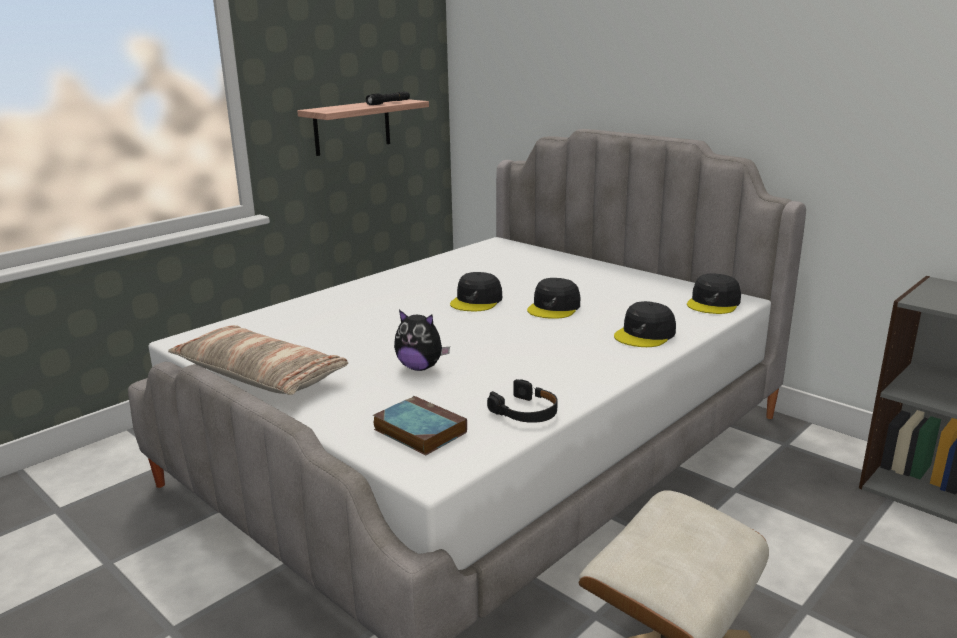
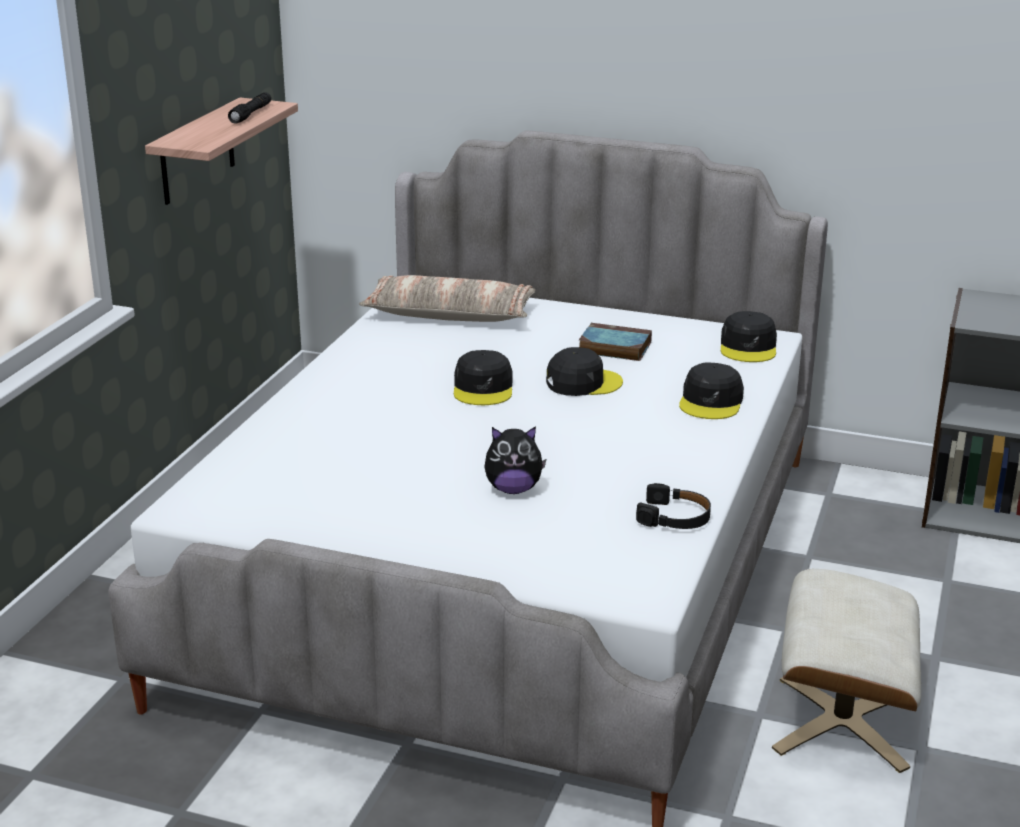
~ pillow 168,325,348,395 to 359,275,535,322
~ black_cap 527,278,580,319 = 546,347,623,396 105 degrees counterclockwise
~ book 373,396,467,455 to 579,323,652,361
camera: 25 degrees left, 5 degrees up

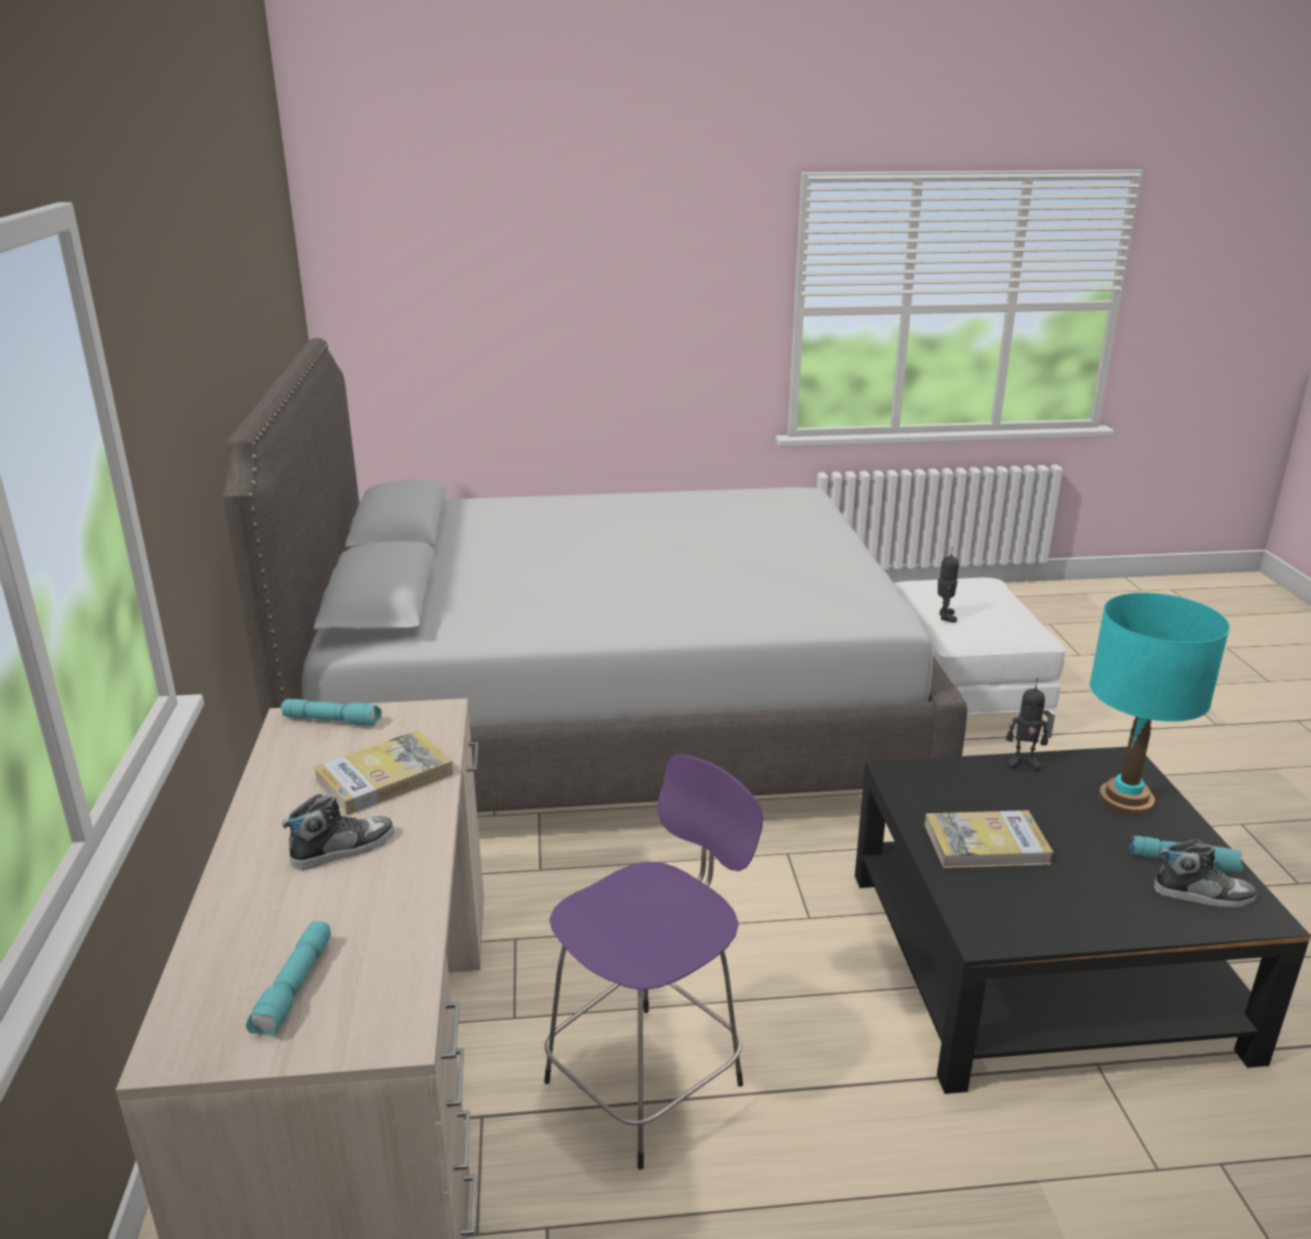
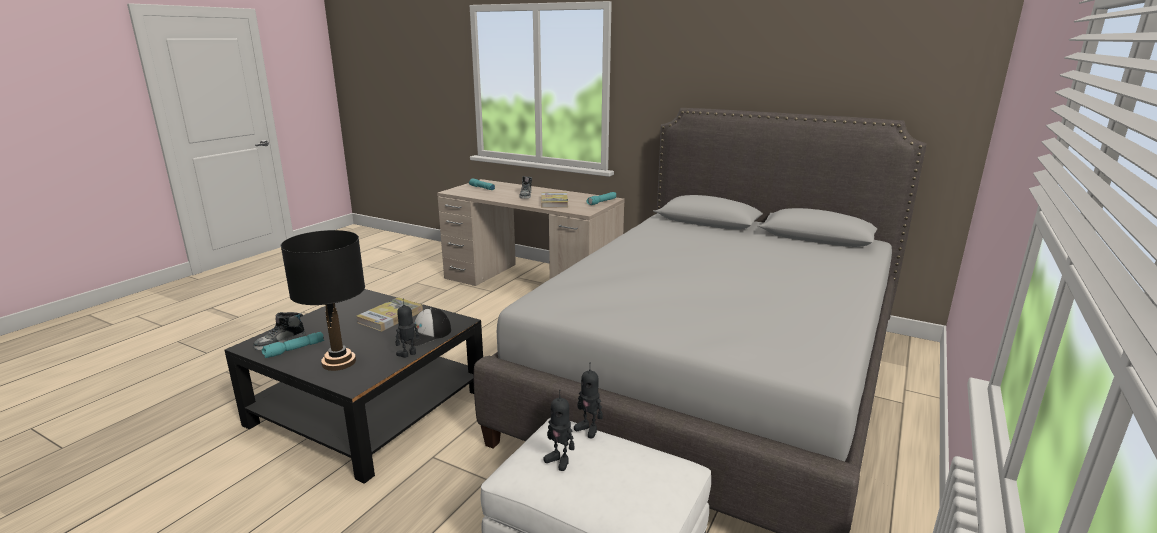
~ turquoise_table_lamp 1090,593,1230,816 to black_table_lamp 281,230,365,371
+ cap 398,307,451,346
+ toy_robot 544,389,575,471
- purple_stool 544,754,763,1170
camera: 125 degrees right, 5 degrees down

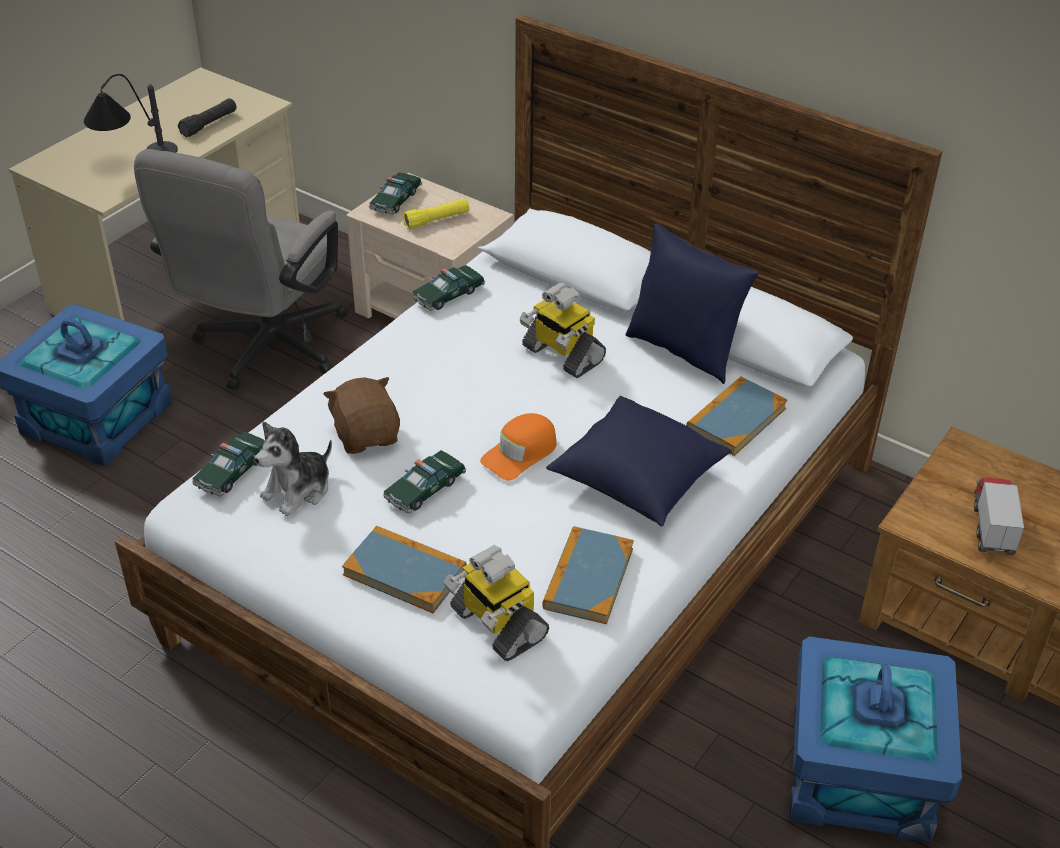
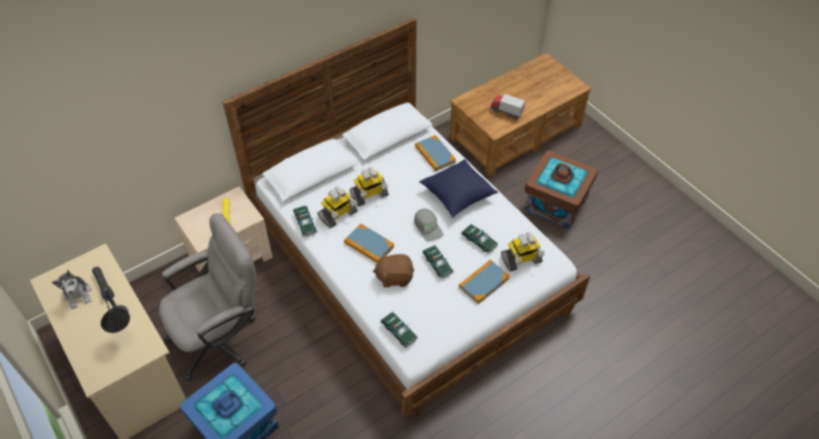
~ plush_toy 254,422,332,516 to 52,269,91,309
~ grey_office_chair 134,149,349,390 = 159,213,256,381 75 degrees counterclockwise
+ toy_robot 317,186,357,229
~ book 542,526,634,624 to 344,224,394,263
~ orange_cap 480,413,557,481 to grey_cap 414,208,443,242
~ toy_car 369,172,422,215 to 461,224,498,254
~ blue_storage_box 789,636,962,843 to brown_storage_box 524,150,598,229
- blue_pillow 626,224,759,384
camera: 70 degrees left, 10 degrees up

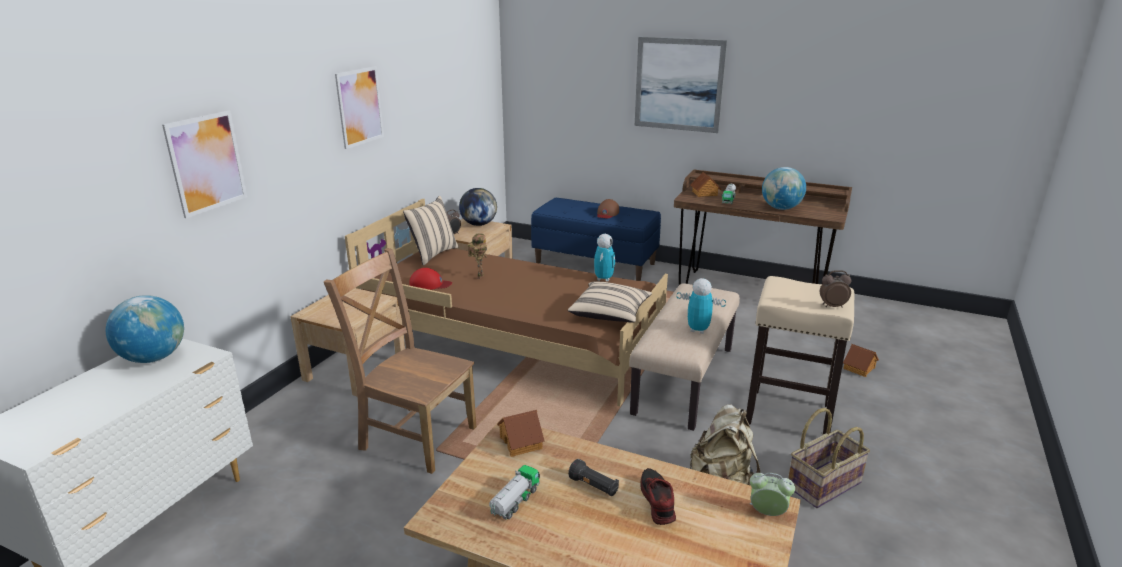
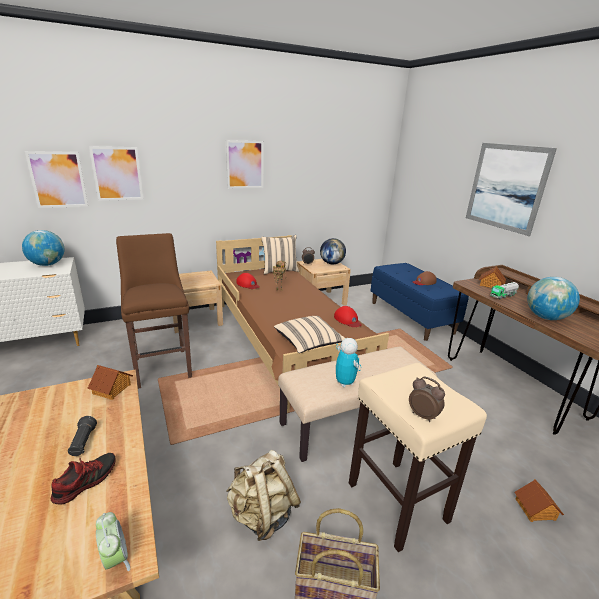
+ picture 25,151,88,208
~ brown_chair 324,248,477,474 to brown_stool 116,233,192,389
~ toy_robot 594,234,615,282 to red_cap 334,306,362,327
- toy_truck 489,465,540,520
camera: 40 degrees right, 0 degrees up

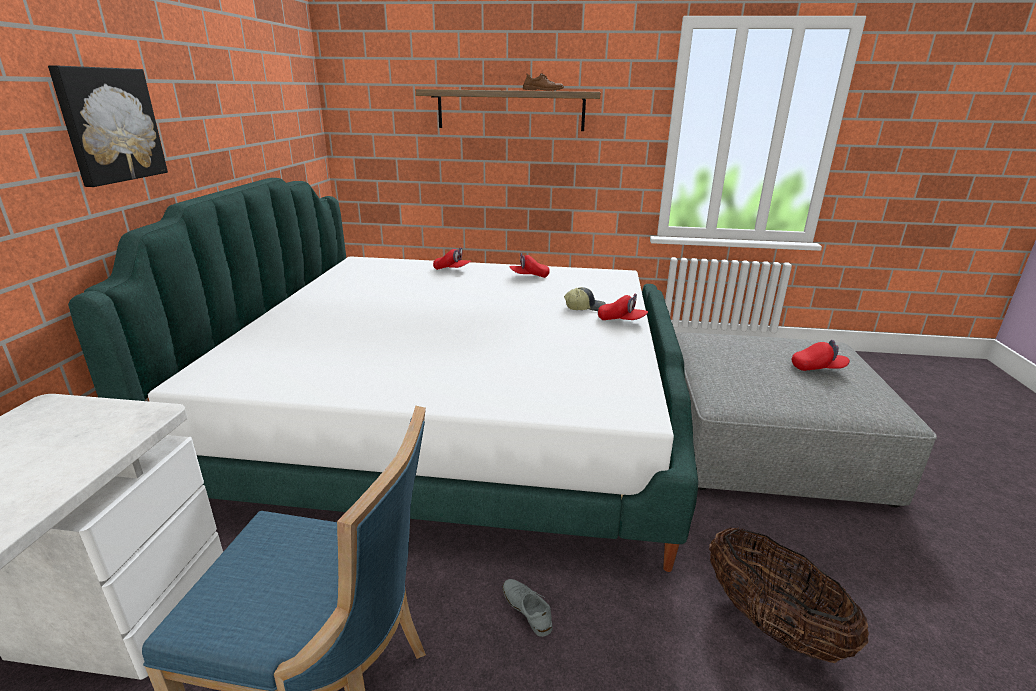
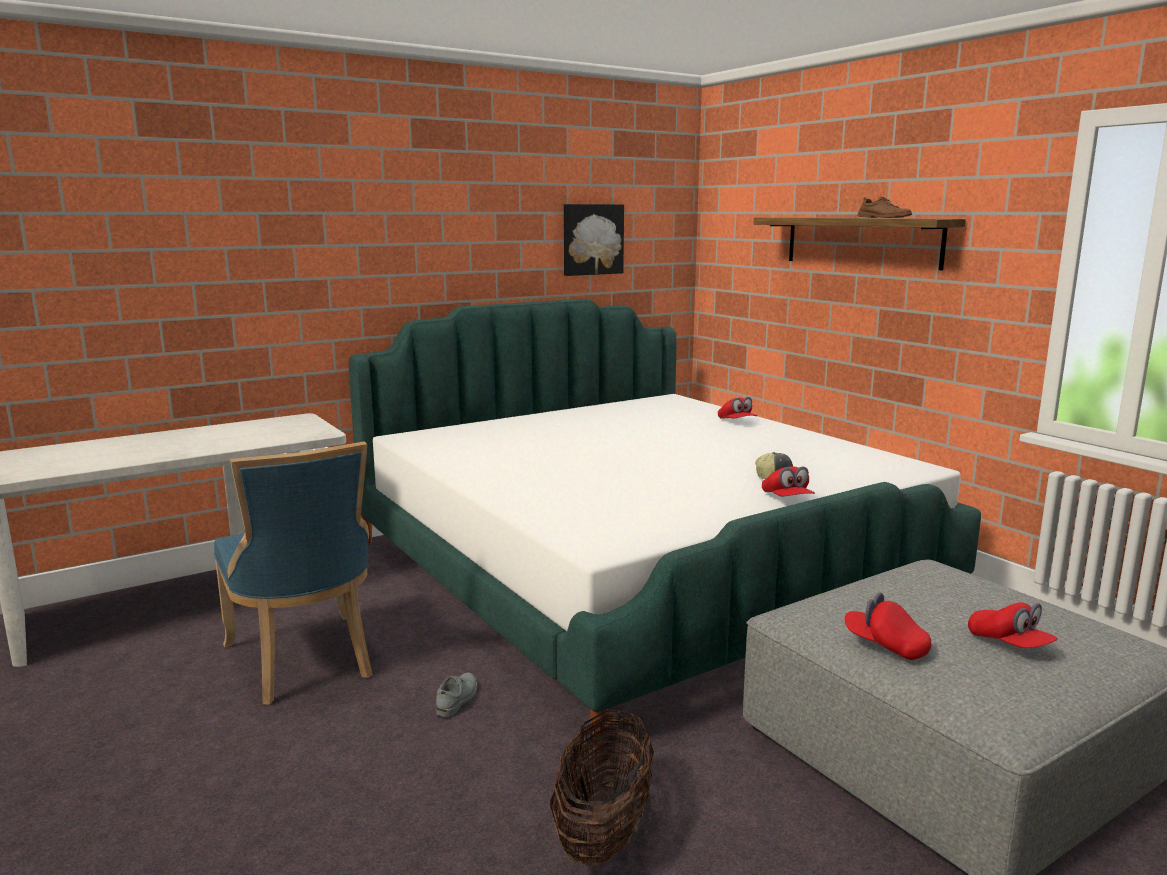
~ picture 48,66,168,187 to 564,204,624,276
~ red_cap 509,253,550,278 to 844,592,931,660
camera: 50 degrees right, 10 degrees down

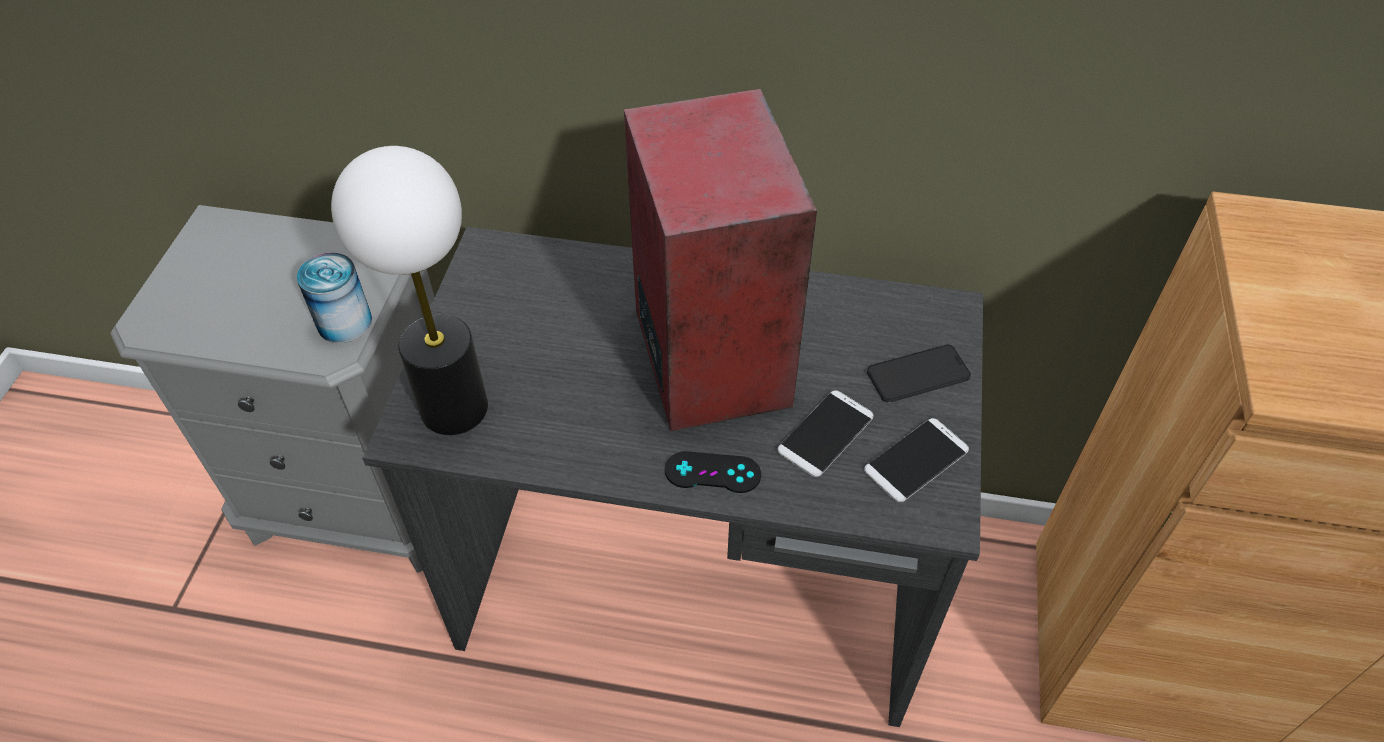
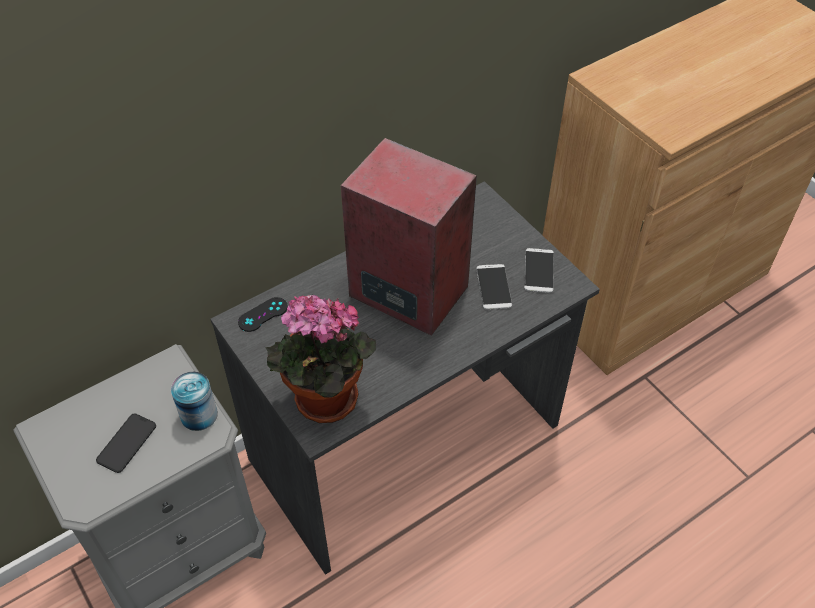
~ phone 867,344,971,403 to 96,413,156,473
~ black_game_controller 665,451,761,493 to 238,297,288,332
~ table_lamp 331,146,488,435 to potted_plant 265,295,376,423
camera: 45 degrees left, 0 degrees up

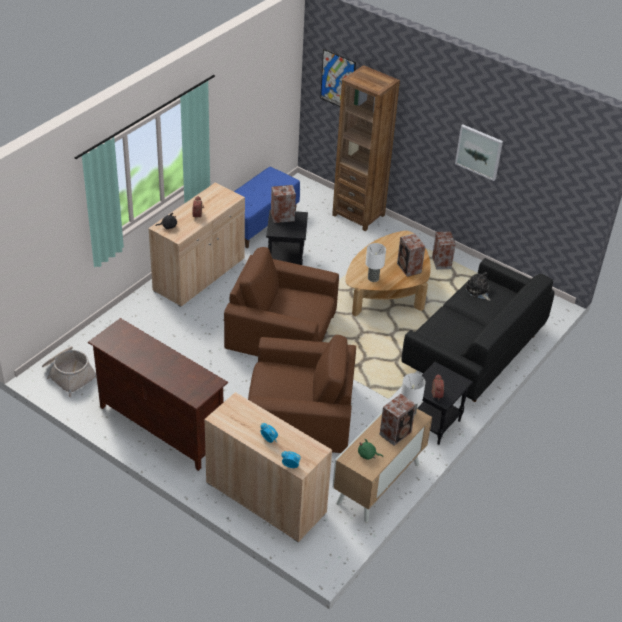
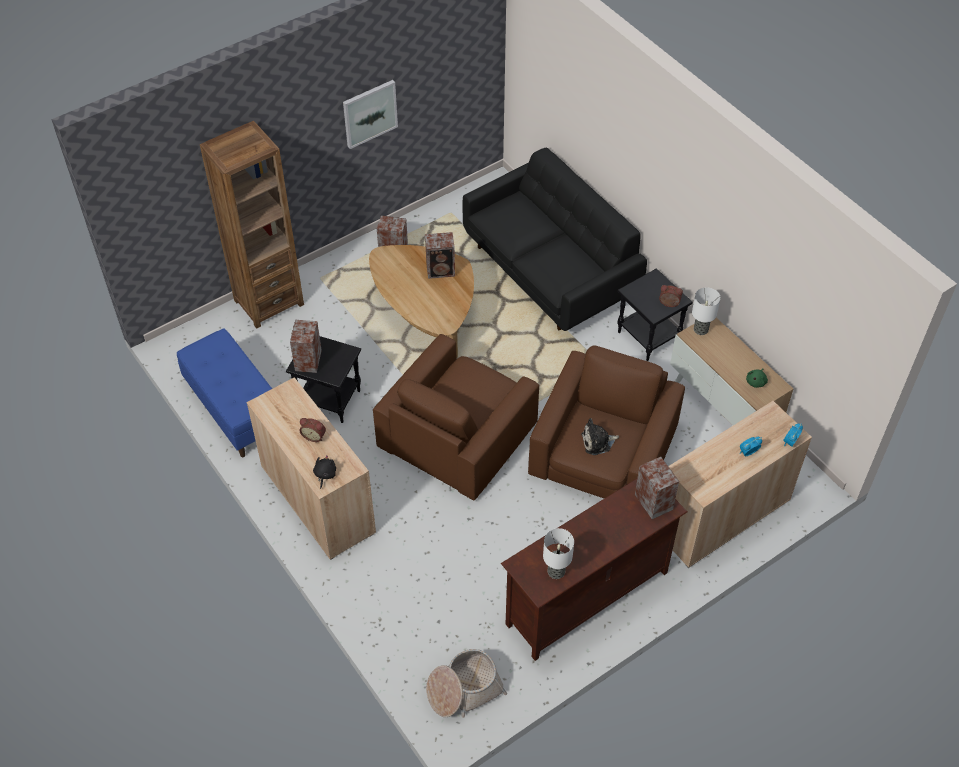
~ table_lamp 366,243,386,282 to 543,528,574,579
~ plush_toy 465,272,491,301 to 581,418,619,455
~ speaker 379,394,416,446 to 635,457,679,519
- picture 320,49,356,107
camera: 70 degrees left, 10 degrees up

